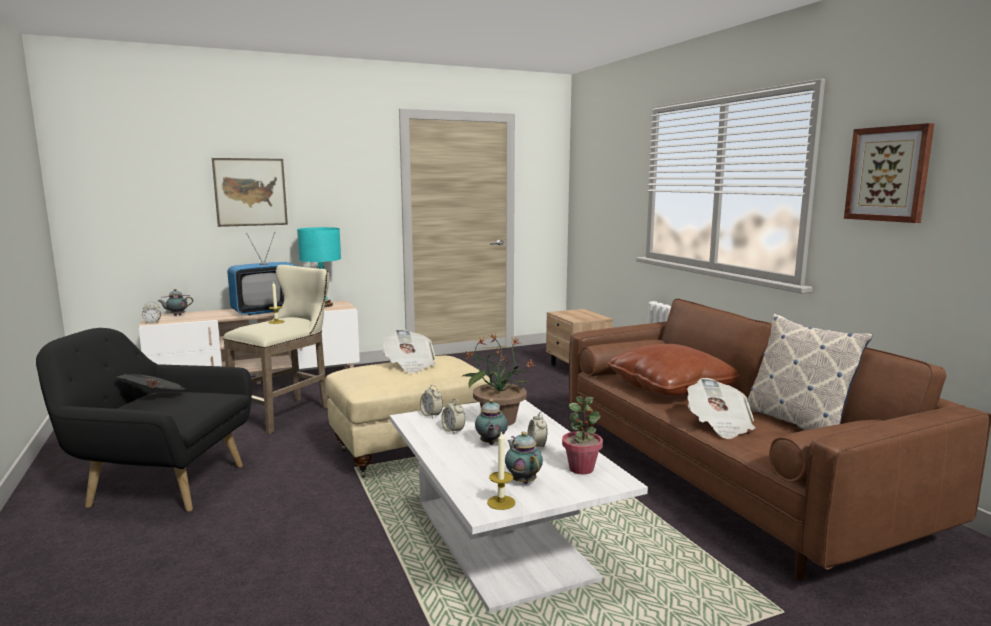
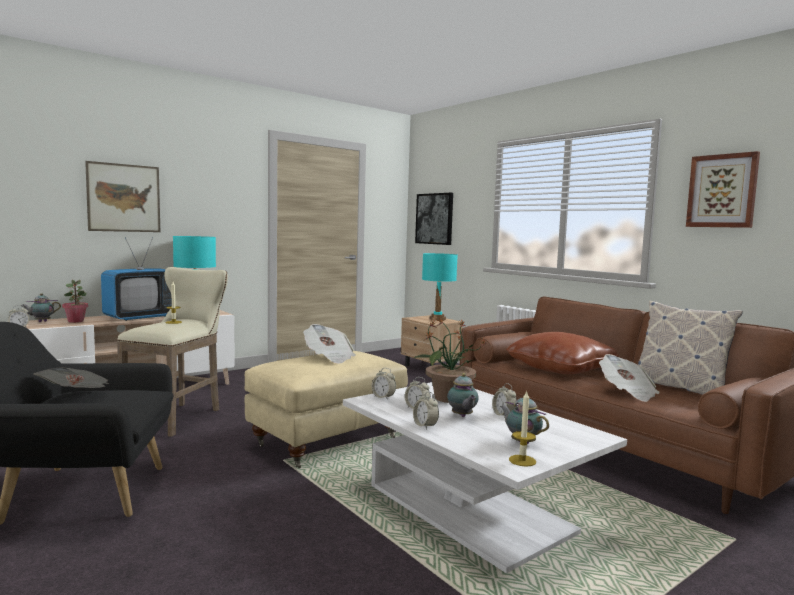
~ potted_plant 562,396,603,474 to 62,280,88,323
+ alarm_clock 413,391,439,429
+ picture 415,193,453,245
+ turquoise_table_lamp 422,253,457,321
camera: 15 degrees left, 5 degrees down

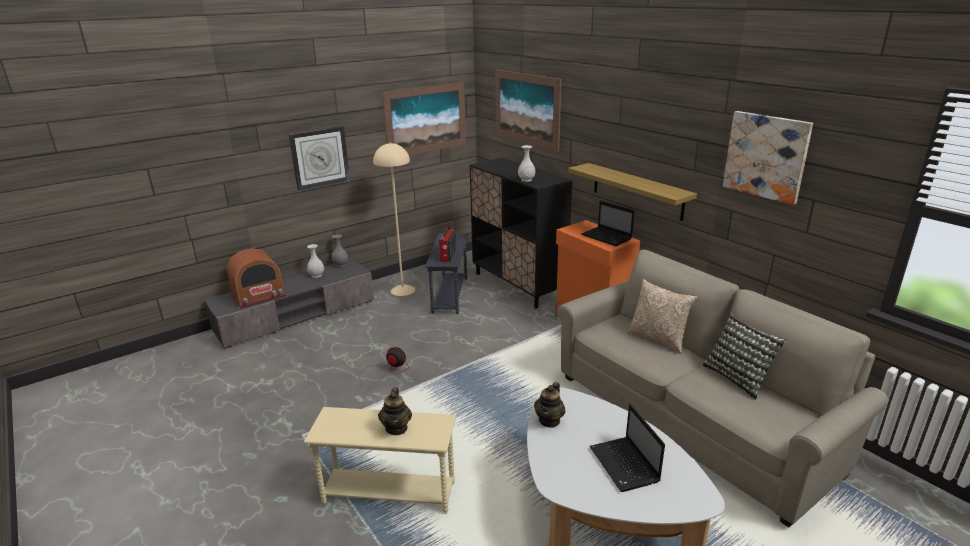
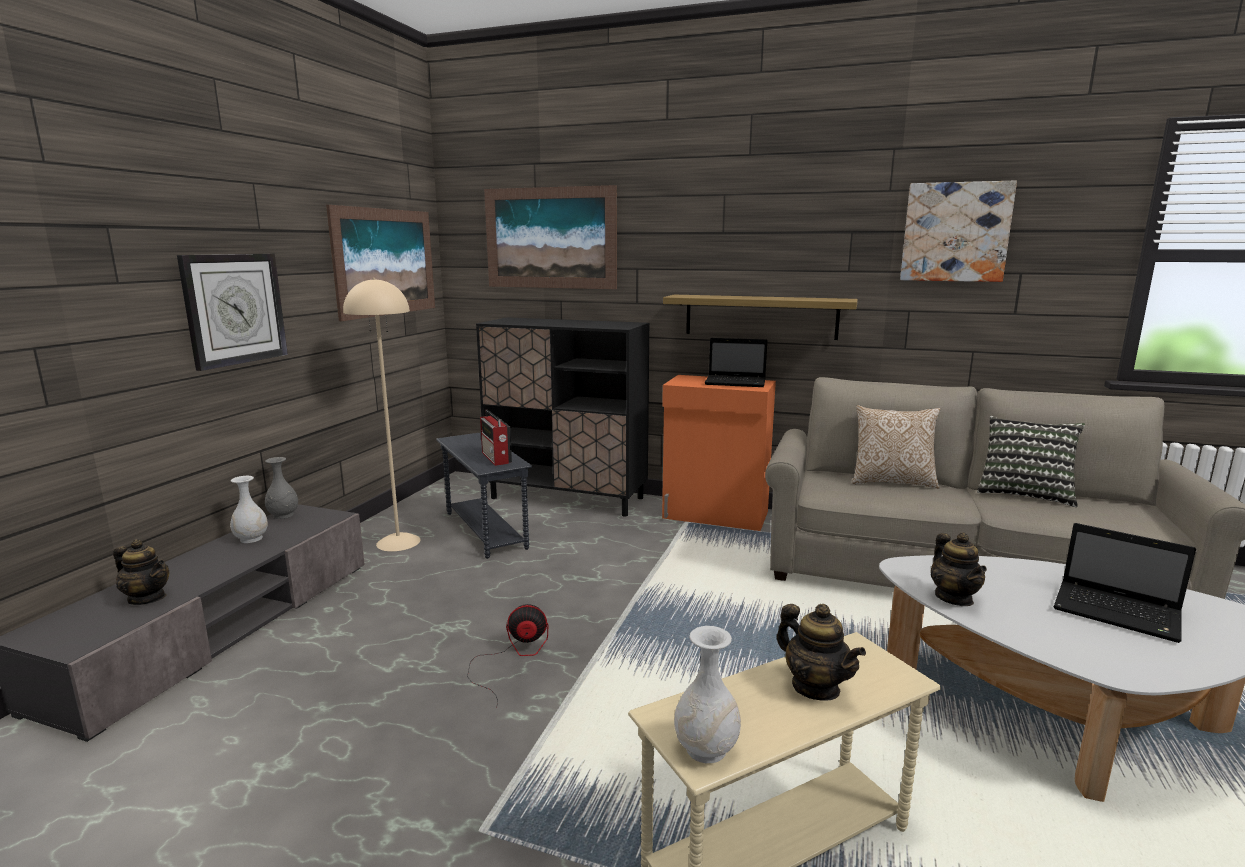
~ radio 227,249,286,309 to teapot 113,539,169,605
~ white_vase 518,145,535,182 to 674,626,741,764
camera: 35 degrees left, 10 degrees down

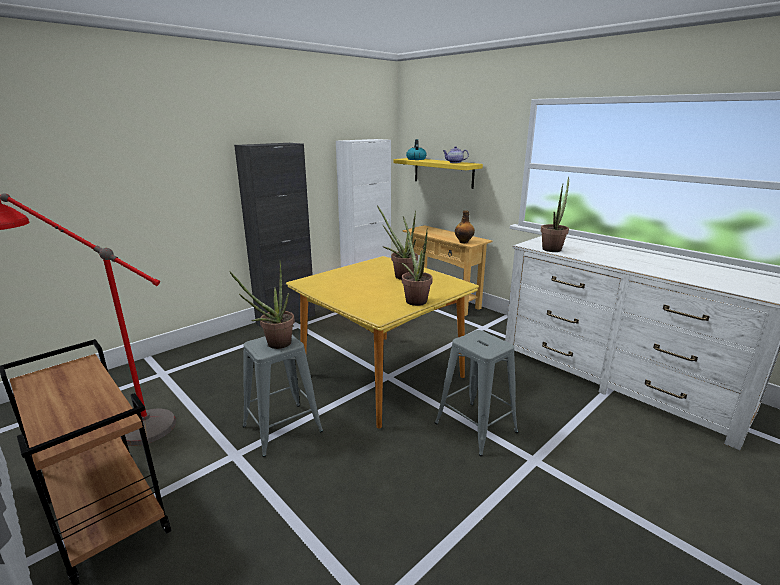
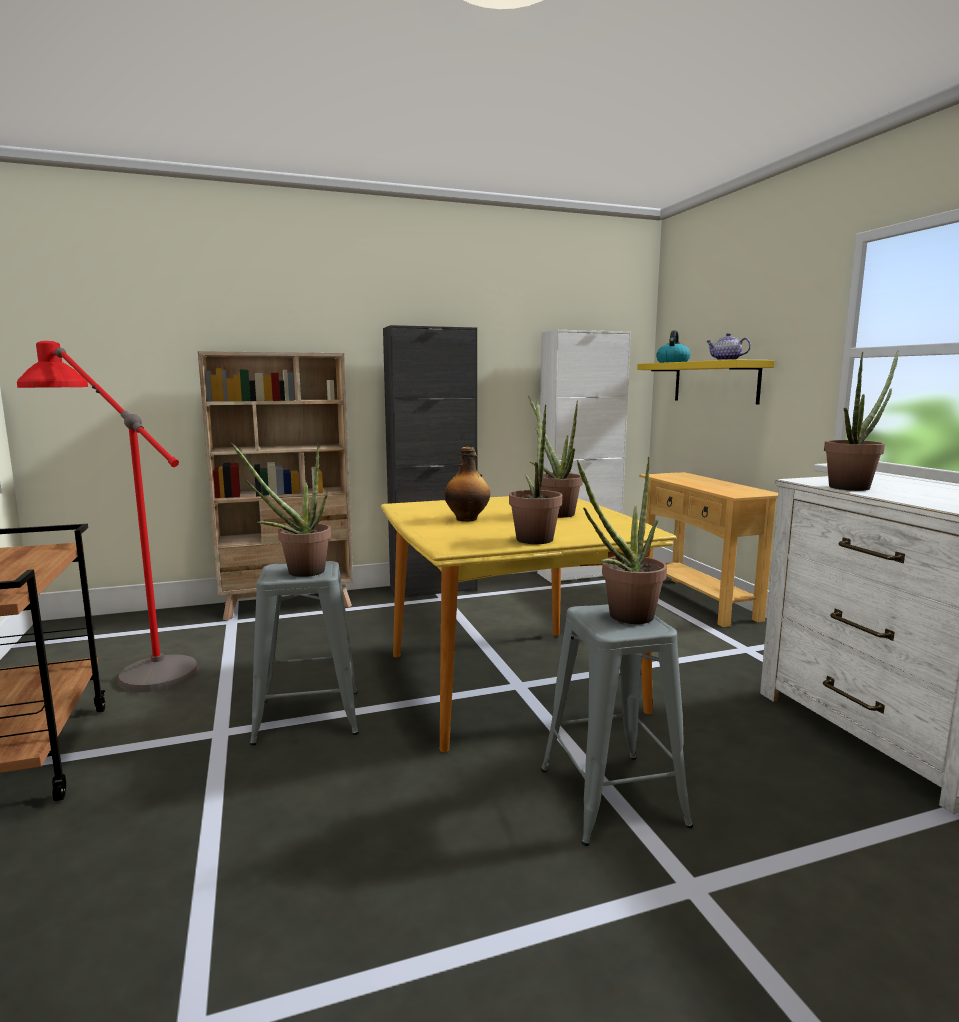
+ beige_bookcase 198,351,353,621
~ bottle 455,210,475,243 to 445,447,490,521
+ potted_plant 577,457,667,624
camera: 25 degrees right, 10 degrees down

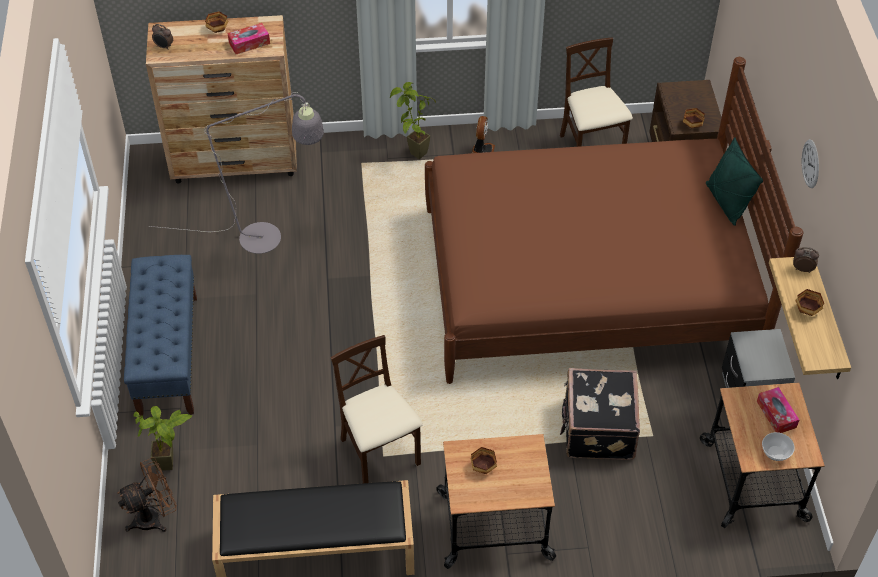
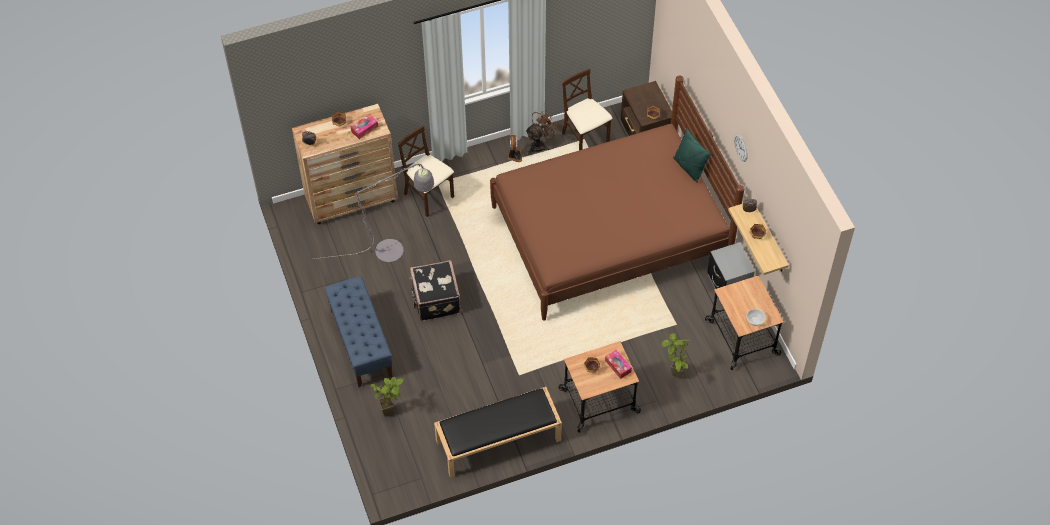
~ beige_chair 331,335,423,483 to 398,126,454,217
~ black_suitcase 560,368,640,460 to 409,260,461,321
~ brown_fan 117,457,177,532 to 525,110,559,154
~ tissue_box 757,387,799,433 to 605,350,632,379
~ potted_plant 390,82,436,159 to 661,333,692,378
camera: 15 degrees left, 5 degrees up

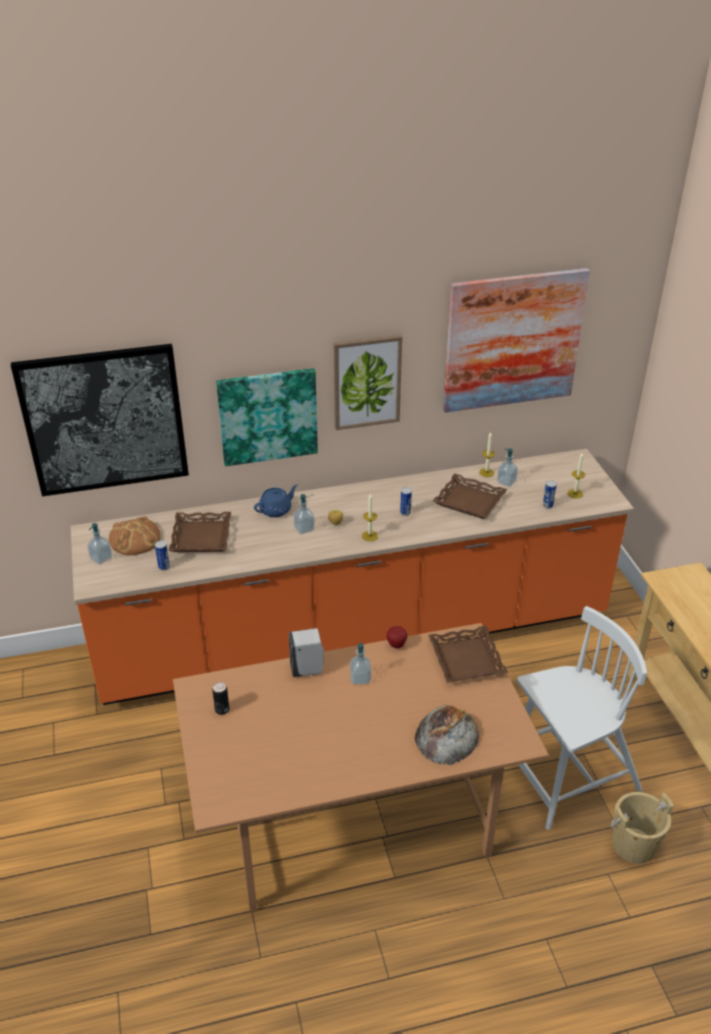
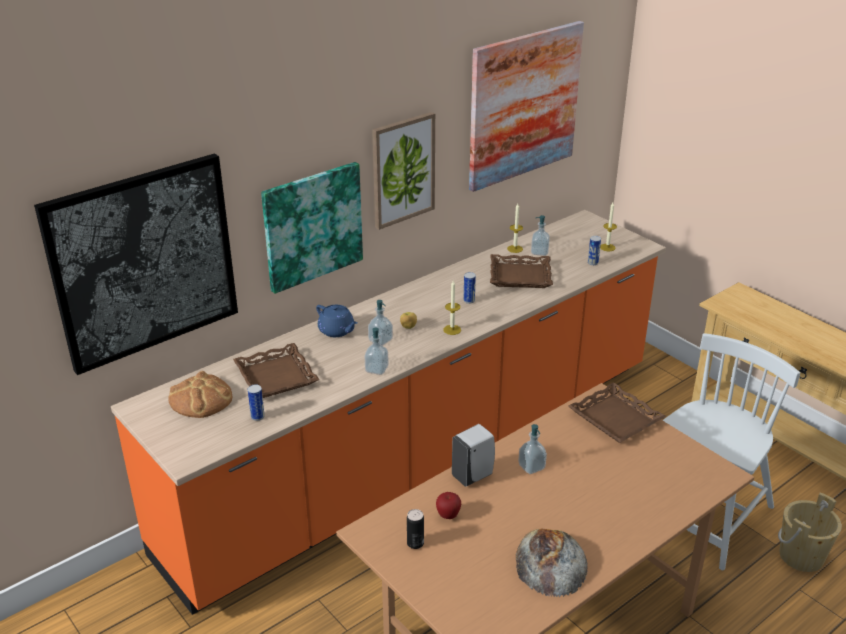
~ blue_teapot 254,485,298,517 = 316,305,357,337 105 degrees clockwise
~ soap_dispenser 87,523,112,564 to 365,327,389,375
~ apple 387,626,407,648 to 436,492,461,519
~ bread 414,705,479,765 to 515,529,588,597
camera: 25 degrees left, 5 degrees down

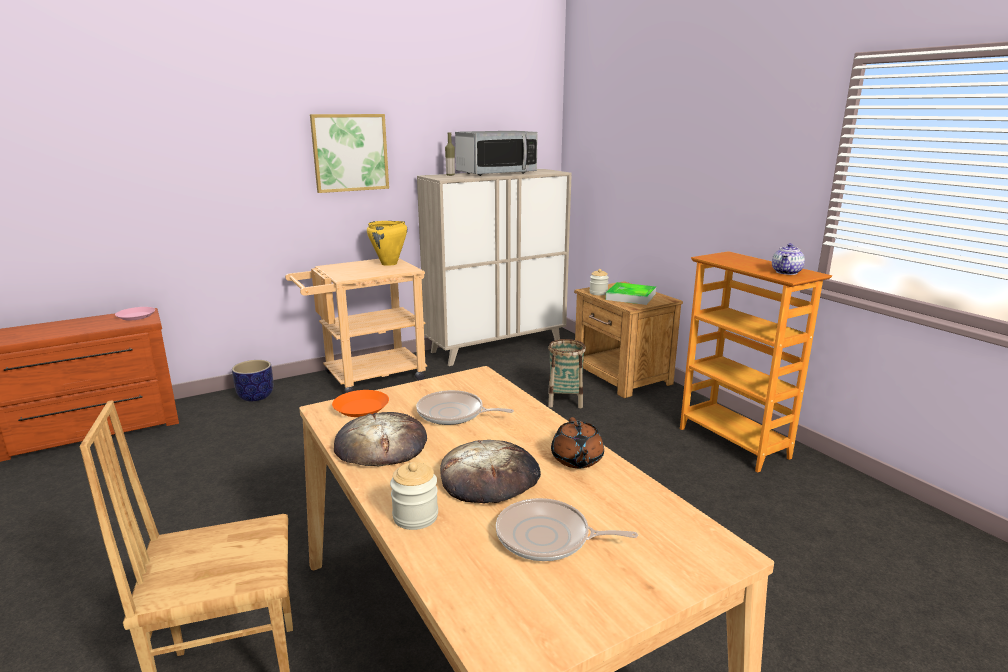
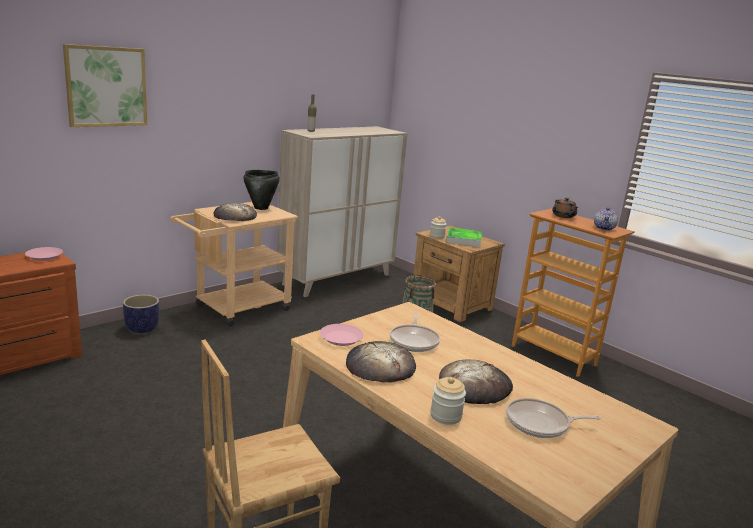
~ picture 310,114,389,193 to 63,44,147,127
+ bread 214,203,257,221
~ yellow_cooking_pot 367,221,407,266 to black_cooking_pot 243,170,280,210
~ orange_plate 332,390,389,417 to pink_plate 320,324,364,346
~ frying_pan 416,390,514,425 = 390,313,440,352 90 degrees counterclockwise
~ brown_teapot 551,417,604,468 to 552,198,579,218
- microwave 455,131,538,176
camera: 15 degrees left, 0 degrees up

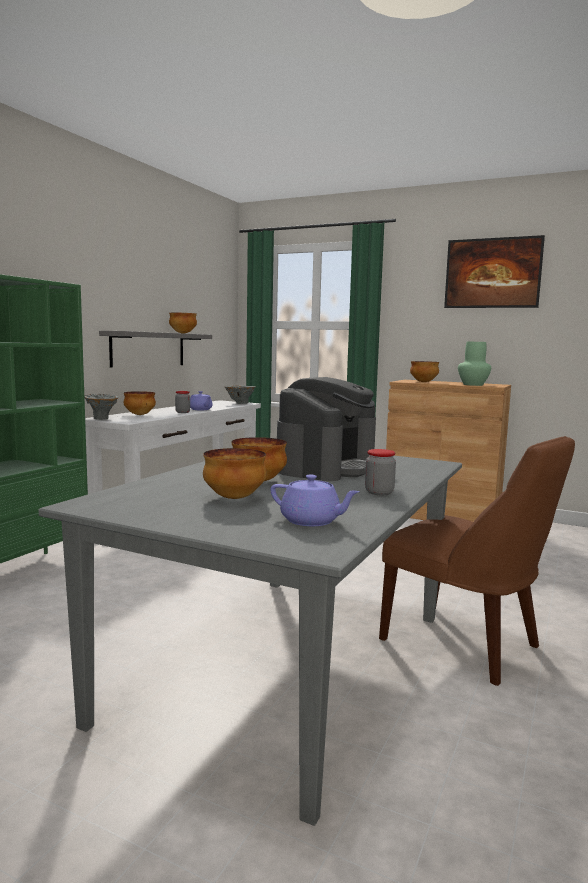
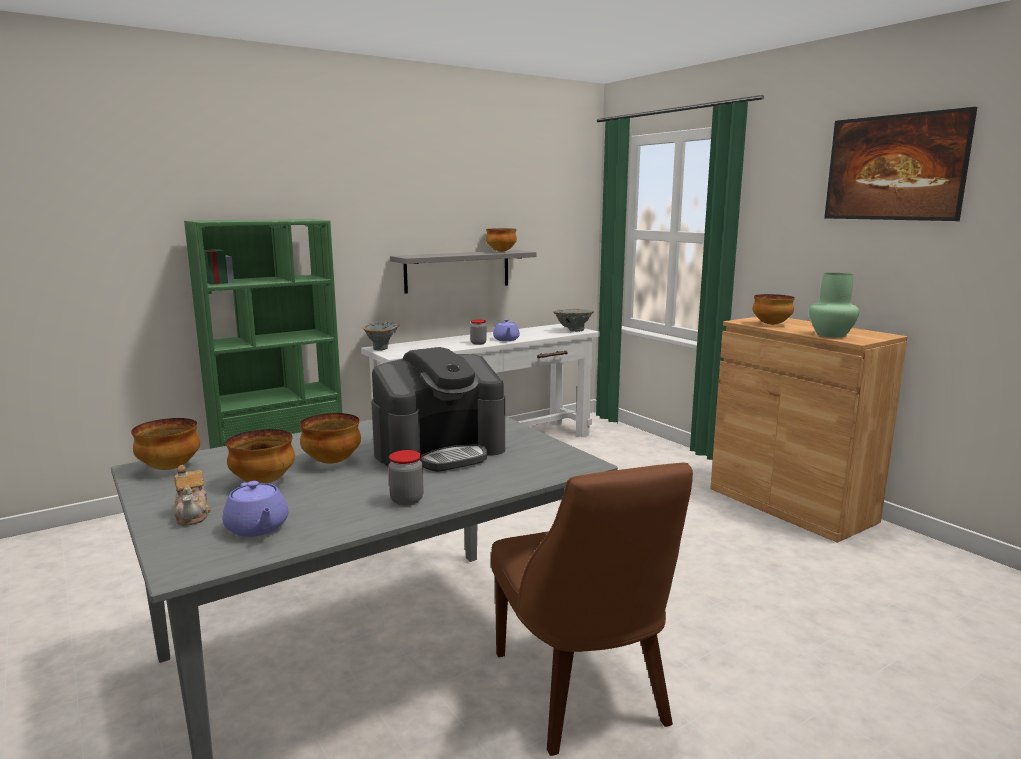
~ bowl 124,391,156,415 to 131,418,200,470
+ teapot 174,465,211,526
camera: 30 degrees right, 5 degrees up

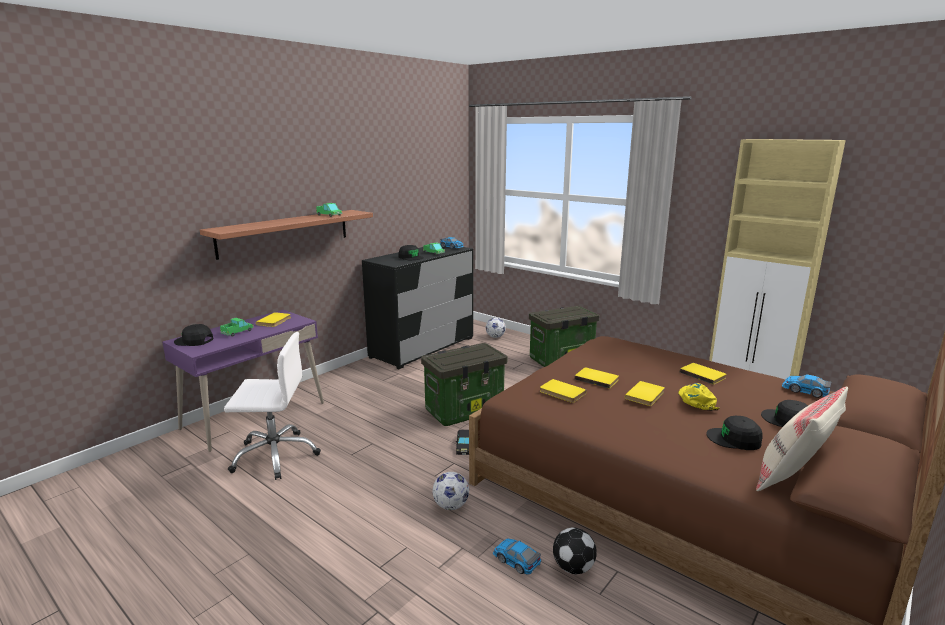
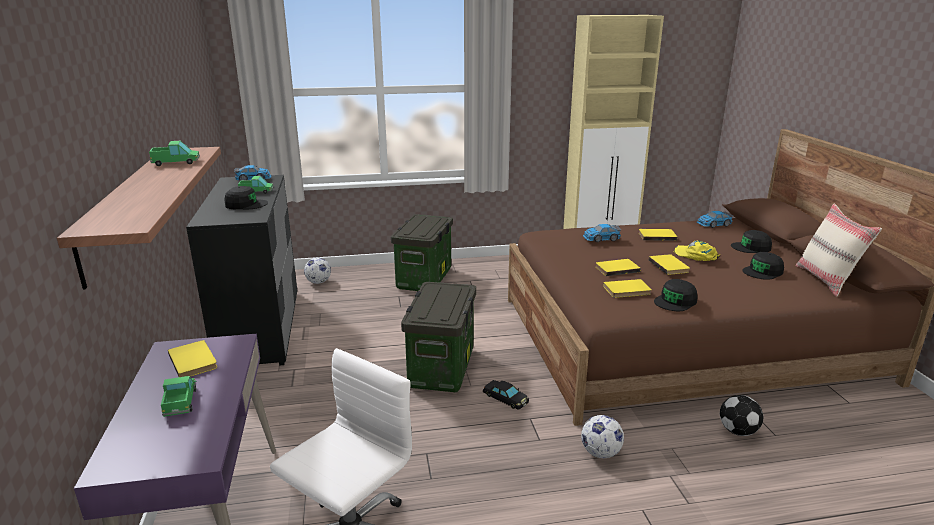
~ toy_car 493,538,541,575 to 583,224,621,242
~ black_cap 174,324,213,346 to 654,279,698,311
camera: 50 degrees left, 5 degrees up

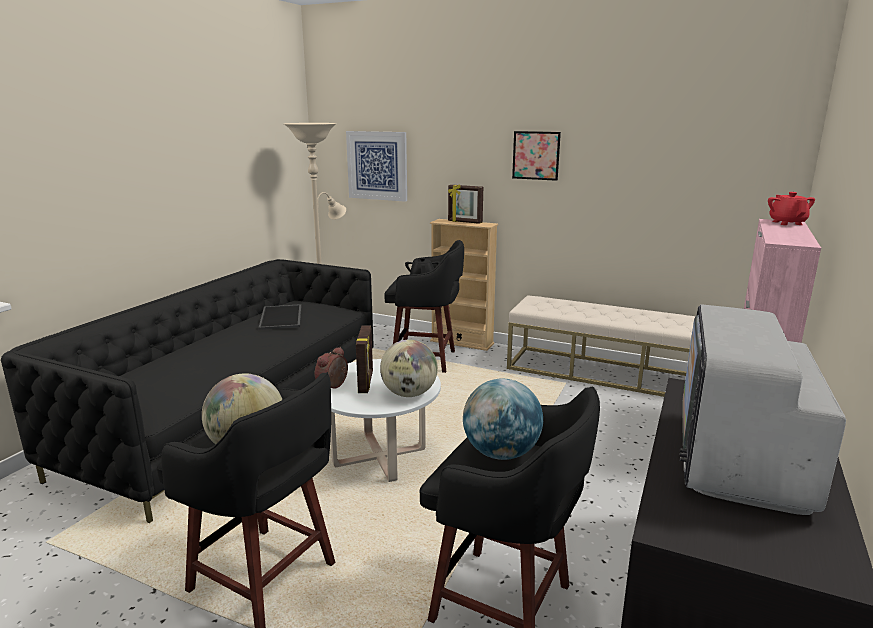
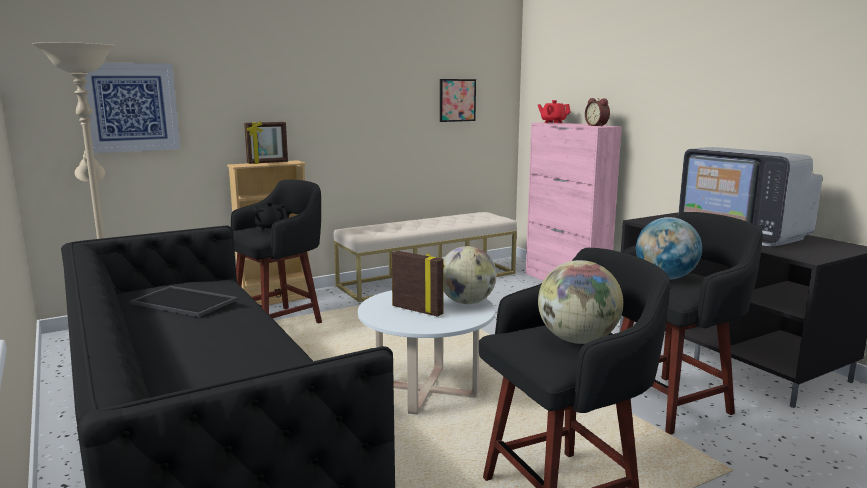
~ picture 512,131,561,181 to 440,79,476,122
~ alarm_clock 315,347,348,389 to 585,98,610,127
camera: 55 degrees left, 5 degrees down

